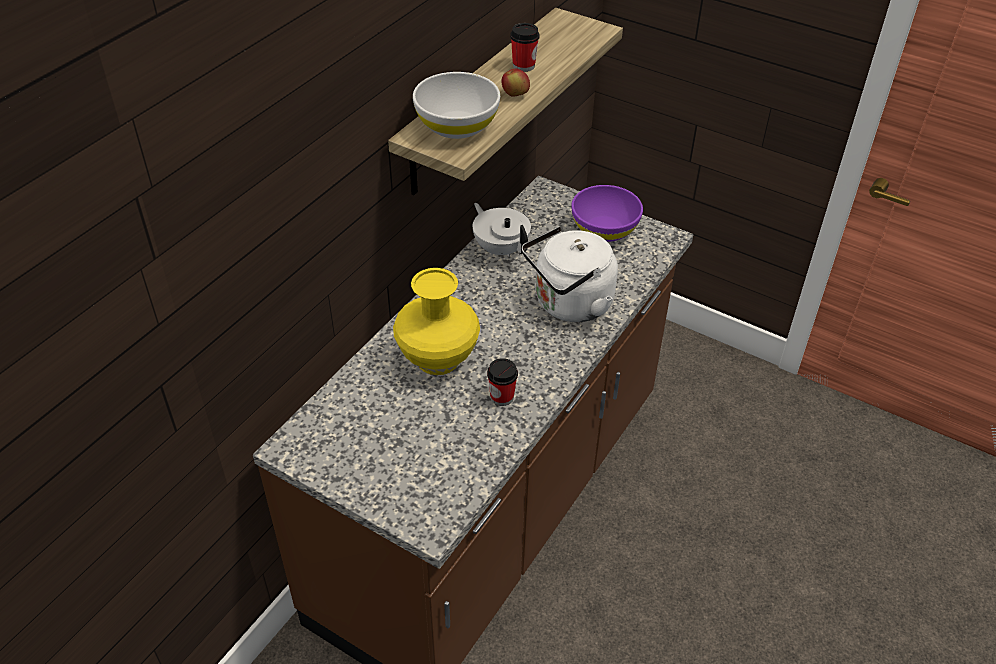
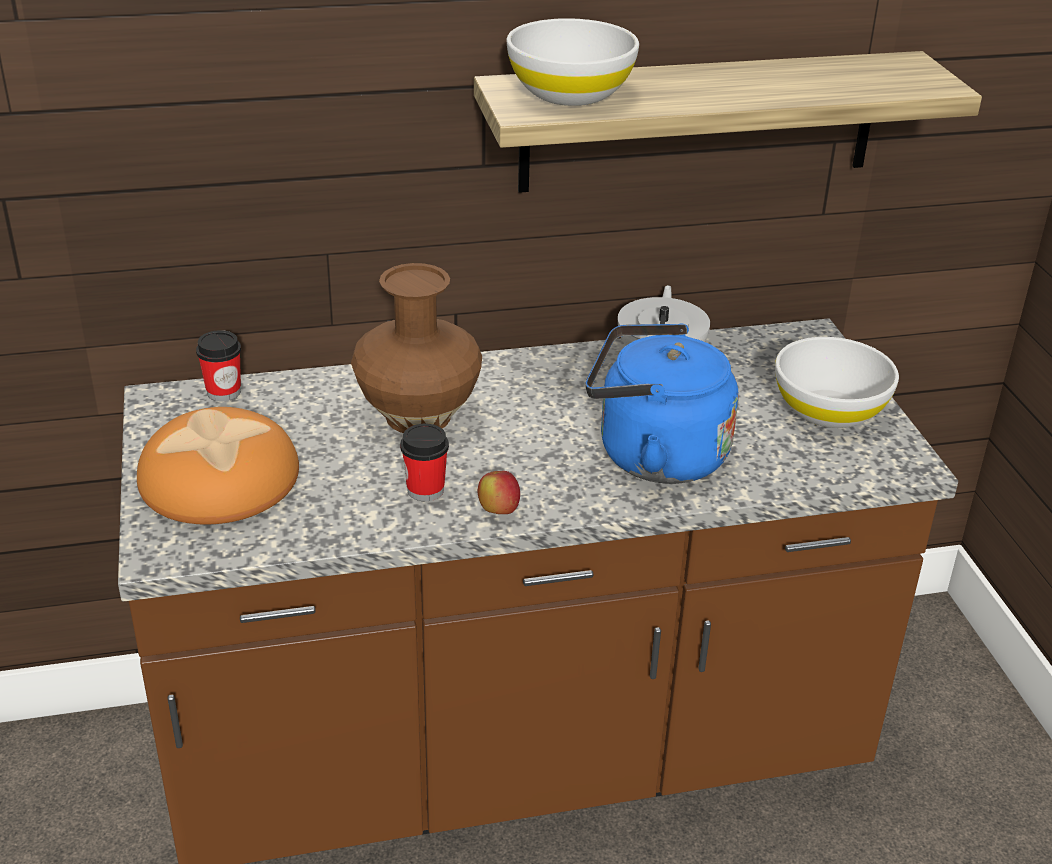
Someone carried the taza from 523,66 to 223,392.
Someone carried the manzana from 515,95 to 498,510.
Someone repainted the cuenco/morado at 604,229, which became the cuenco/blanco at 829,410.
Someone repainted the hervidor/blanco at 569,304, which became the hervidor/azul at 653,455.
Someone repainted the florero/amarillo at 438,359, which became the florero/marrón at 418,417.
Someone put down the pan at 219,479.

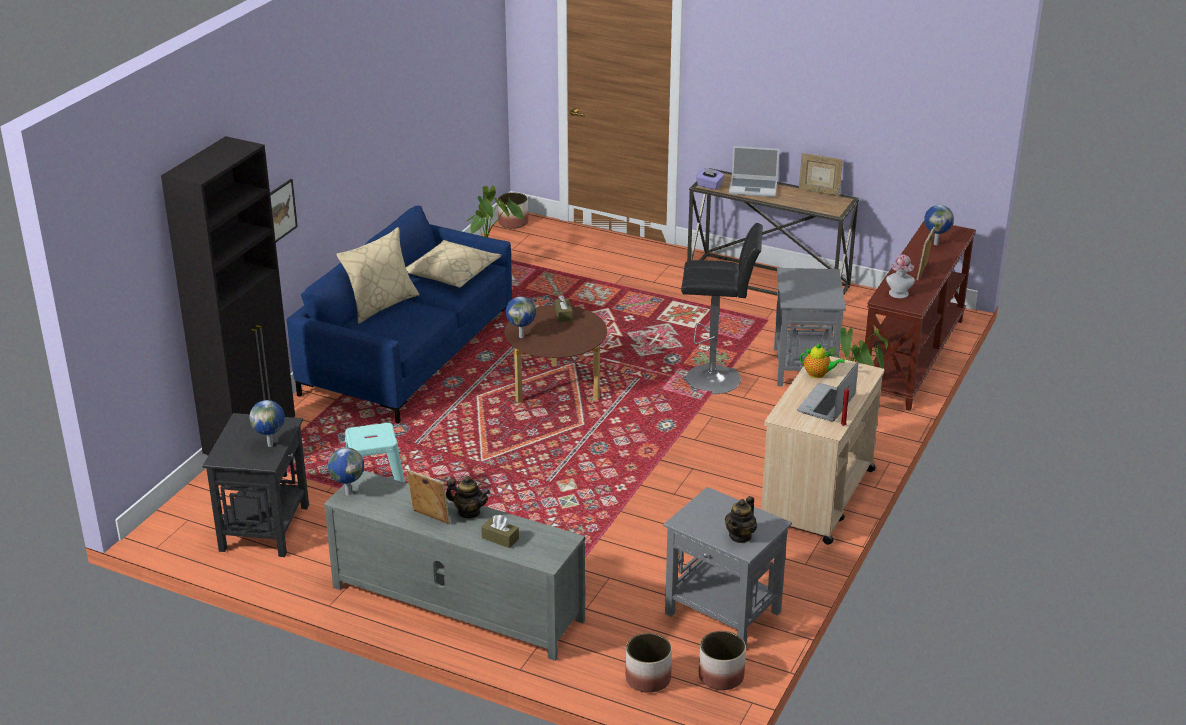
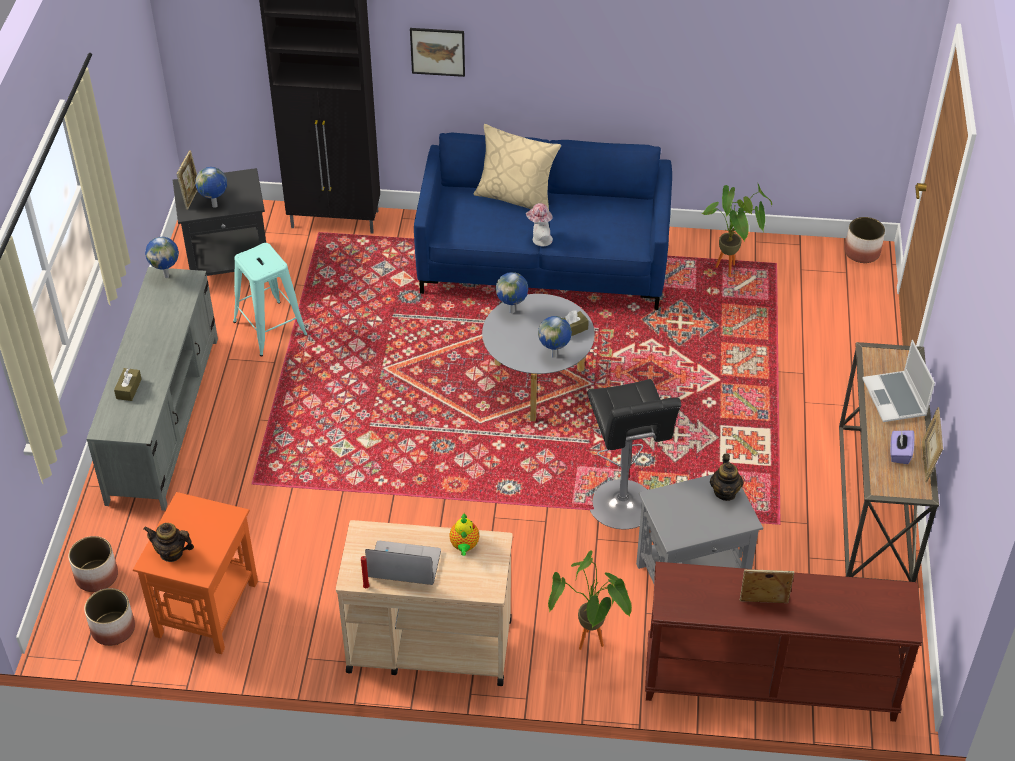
Someone carried the caja de pañuelos/morado from 709,186 to 899,453.
Someone carried the globo terráqueo from 936,244 to 554,355.
Someone took away the cojín/beis at 452,273.
Someone carried the sombrero from 899,295 to 539,240.
Someone repainted the mesa de centro/marrón at 556,388, which became the mesa de centro/gris at 537,384.
Someone carried the portarretratos from 429,518 to 191,197.
Someone carried the tetera from 469,512 to 725,492.
Someone repainted the mesa auxiliar/gris at 724,613, which became the mesa auxiliar/naranja at 206,609.

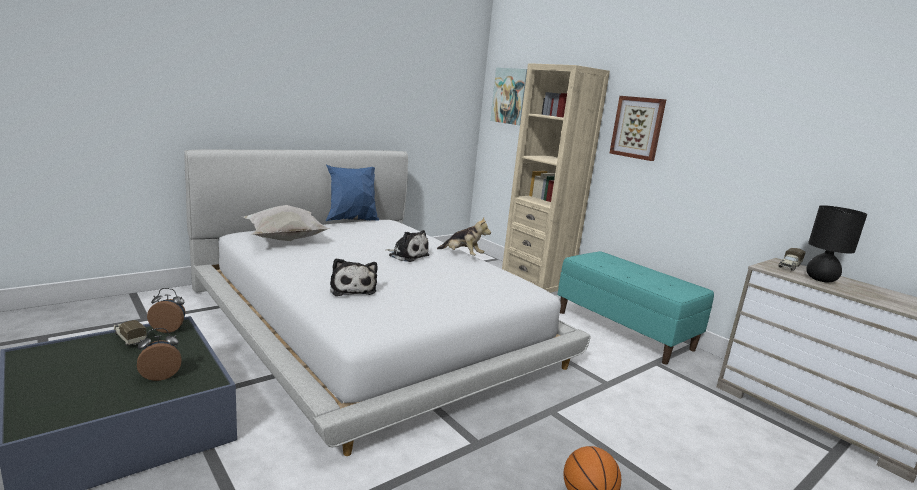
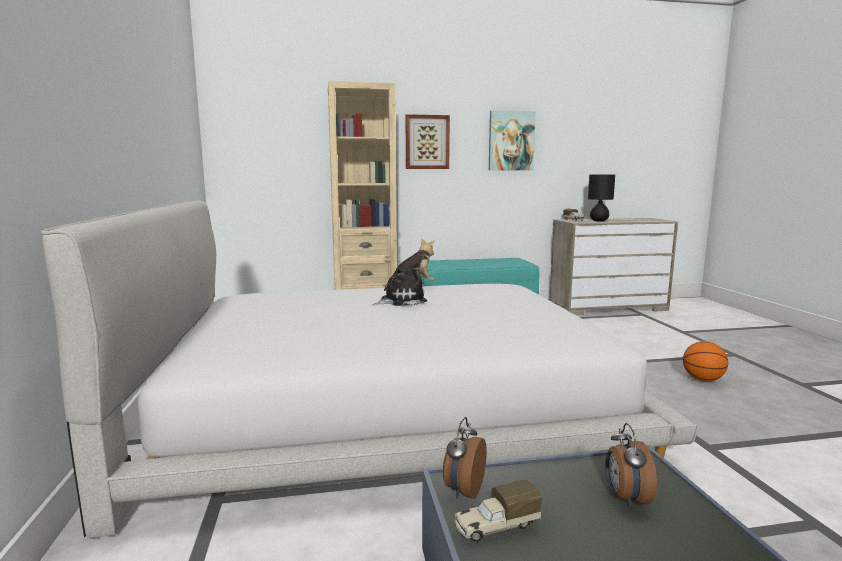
Someone carried the cuadro from 510,96 to 511,141.
Someone took away the cojín/azul at 352,221.
Someone took away the cojín/blanco at 284,240.
Someone took away the peluche at 352,289.

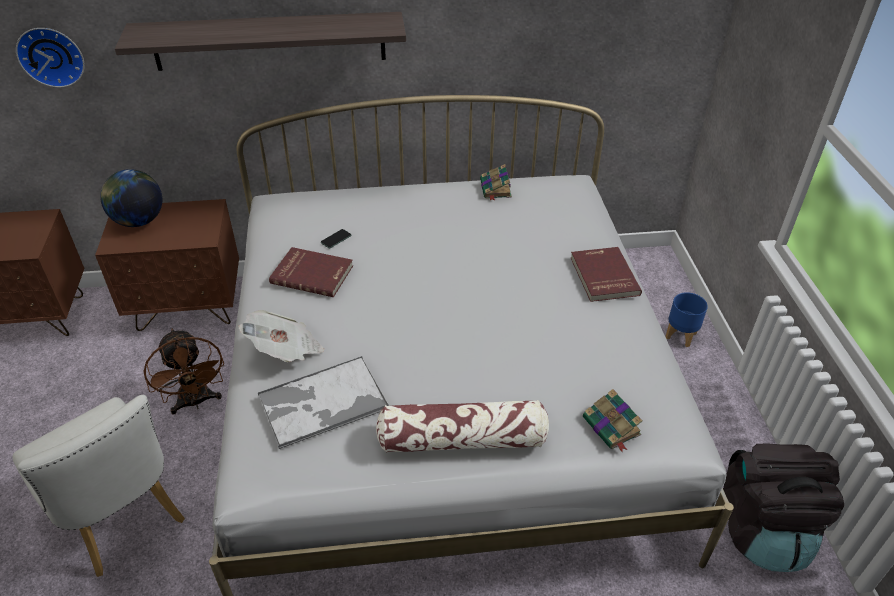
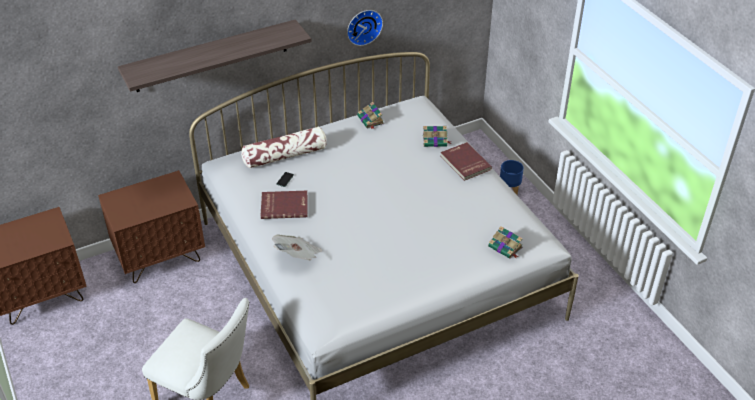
Someone carried the reloj de pared from 52,55 to 363,26.
Someone took away the globo terráqueo at 139,221.
Someone took away the ventilador/marrón at 196,402.
Someone took away the bandeja at 322,403.
Someone carried the cojín from 462,439 to 285,155.
Someone took away the mochila/negro at 763,529.
Someone put down the libro at 435,141.

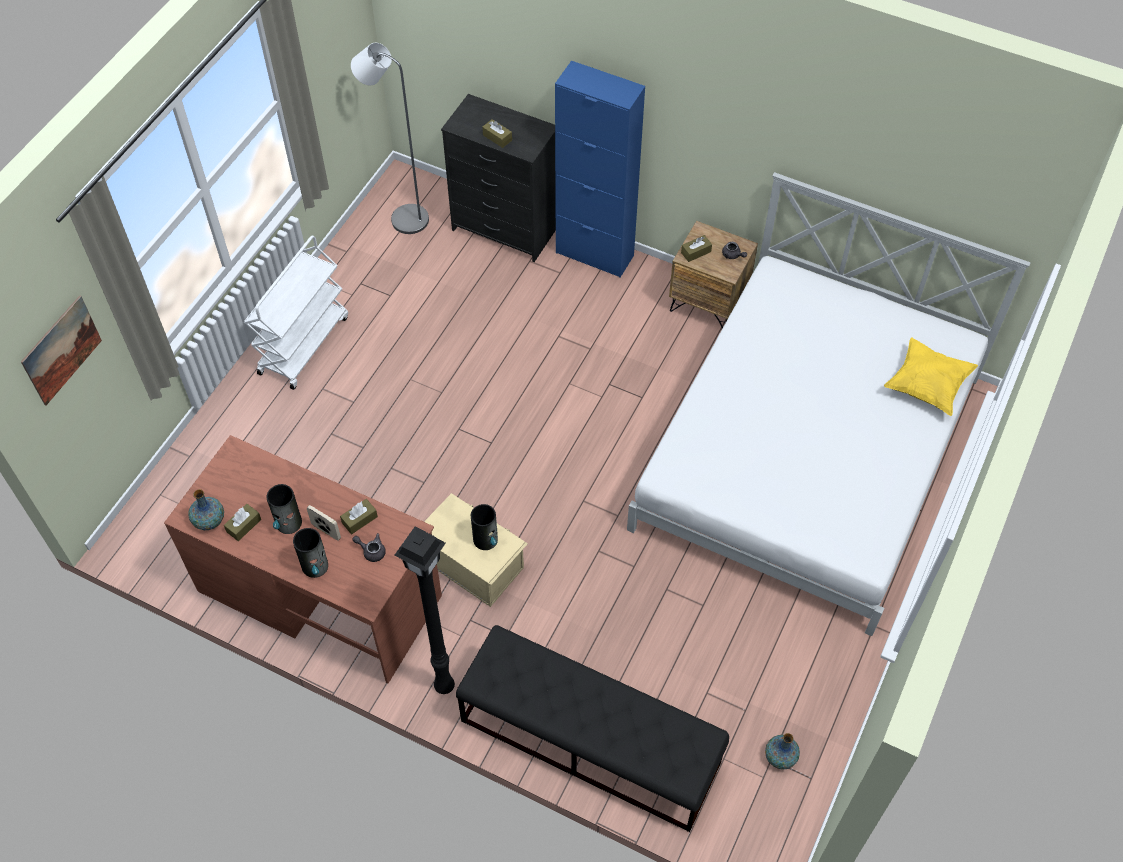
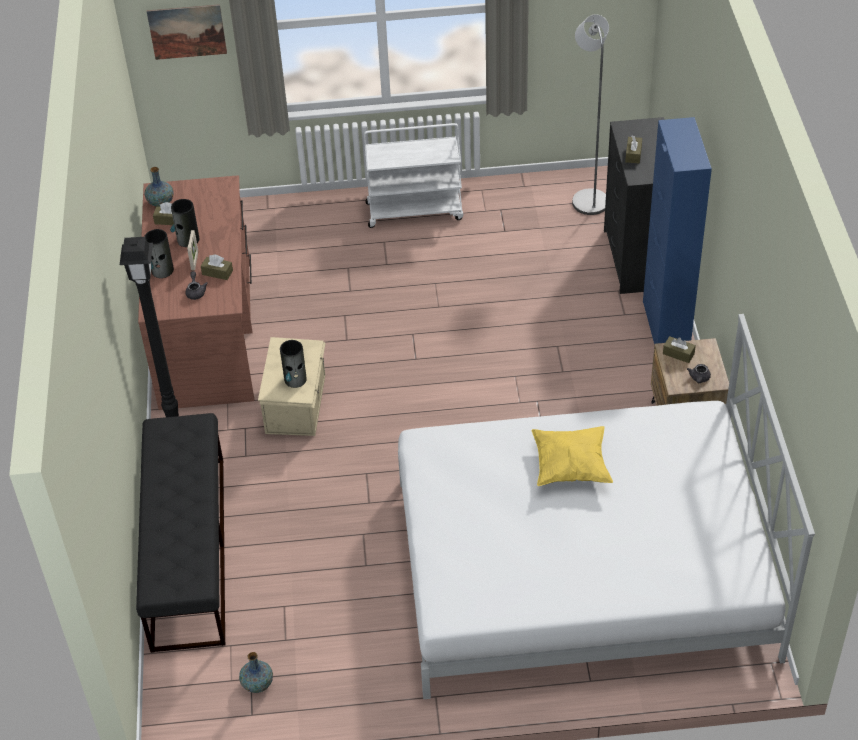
Someone carried the cojín/amarillo from 927,385 to 570,467.

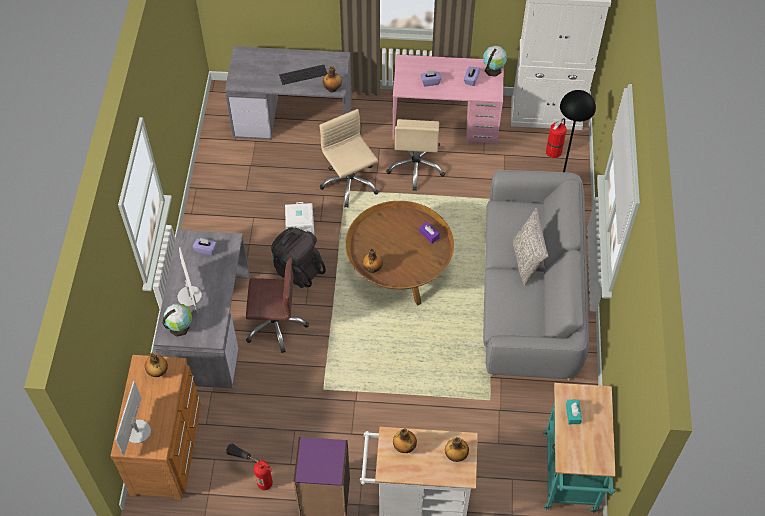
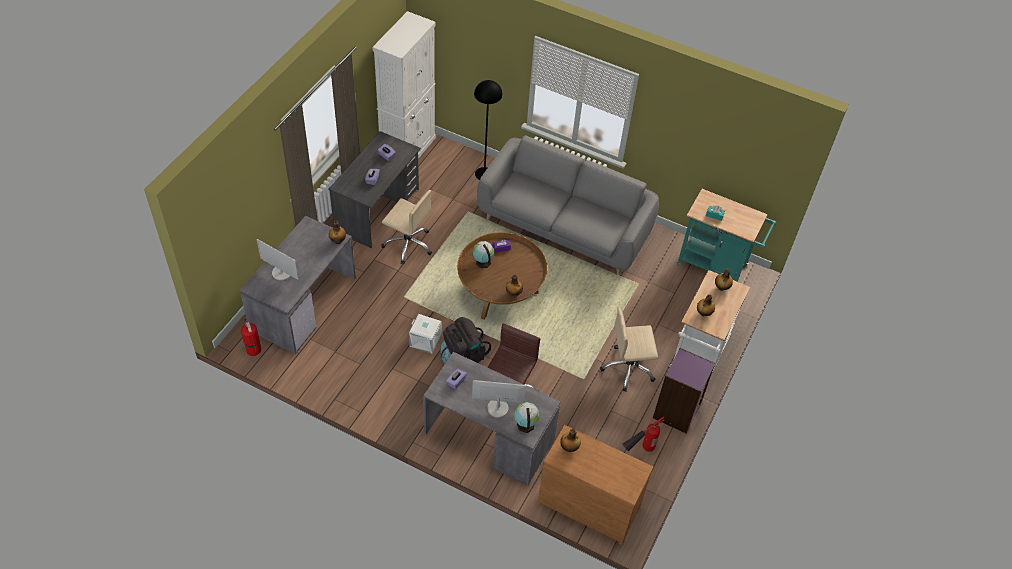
Someone carried the globo terráqueo from 493,69 to 482,261.
Someone repainted the escritorio/rosa at 445,124, which became the escritorio/gris at 377,210.
Someone took away the teclado at 303,74.
Someone carried the silla de oficina/beis from 349,183 to 628,368.
Someone carried the extintor from 554,151 to 253,349.
Someone took away the cojín/gris at 527,261.
Someone carried the monitor from 137,431 to 282,272.

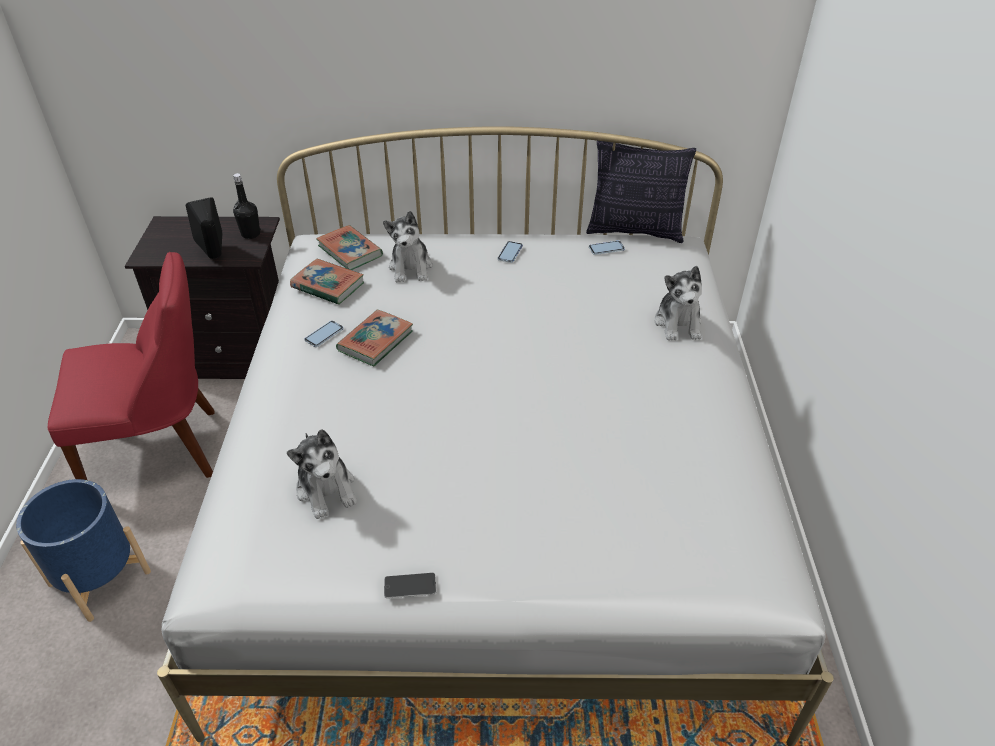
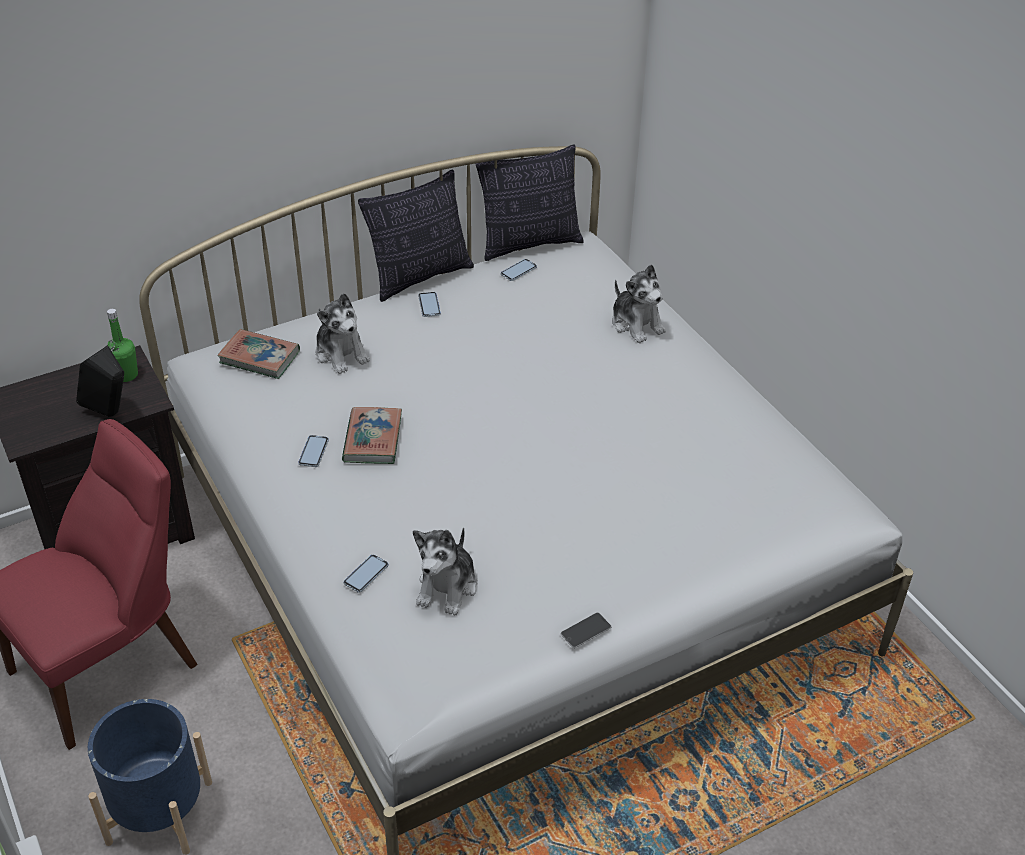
Someone repainted the botella/negro at 250,234, which became the botella/verde at 126,375.
Someone took away the libro at 328,285.
Someone rotated the peluche at 327,489 by 75 degrees clockwise.
Someone put down the cojín at 420,277.
Someone put down the móvil at 366,574.

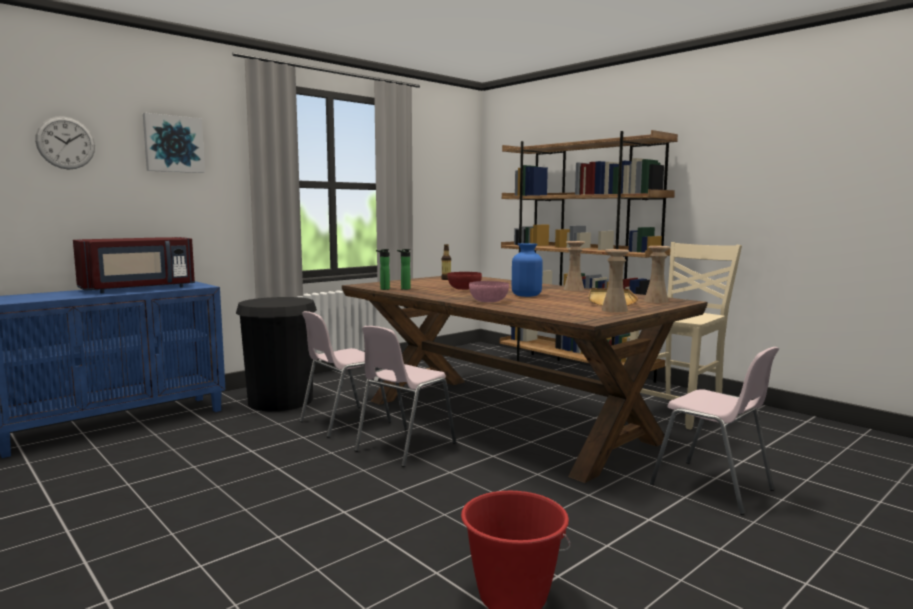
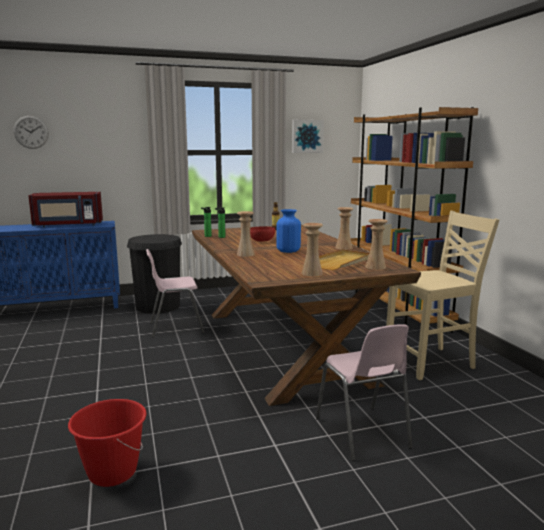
Someone carried the cuadro from 173,144 to 307,136.
Someone swapped the cuenco/rosa at 489,301 for the florero/beis at 245,254.
Someone took away the silla/rosa at 404,447.

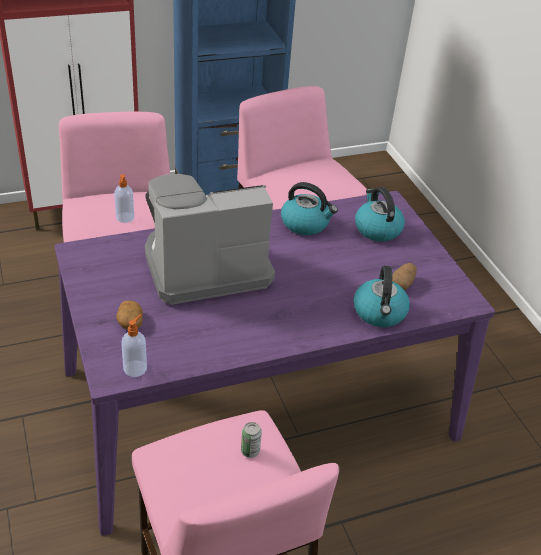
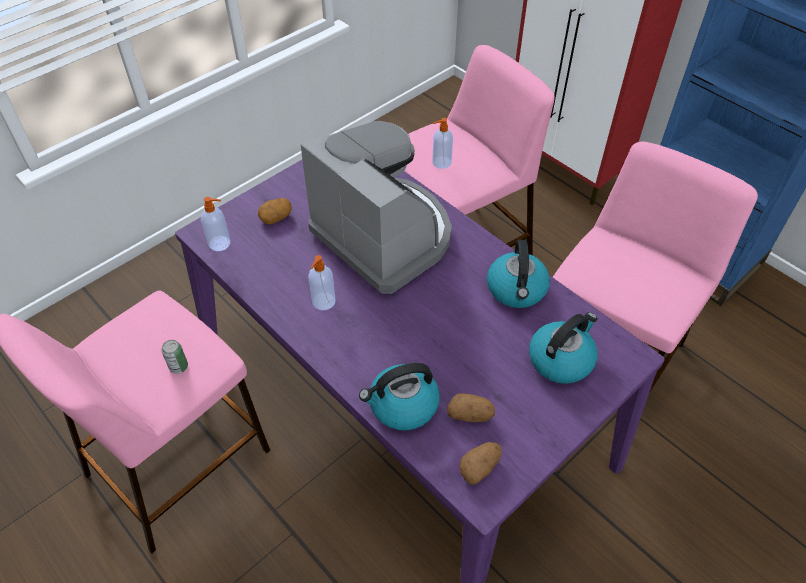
Someone put down the dispensador de jabón at 323,302.
Someone put down the patata at 480,468.

